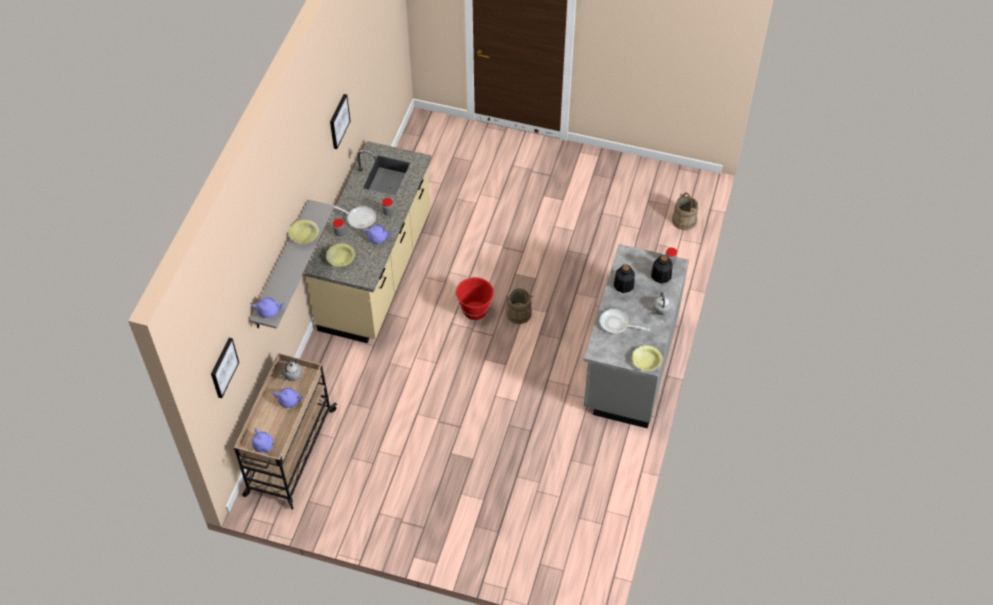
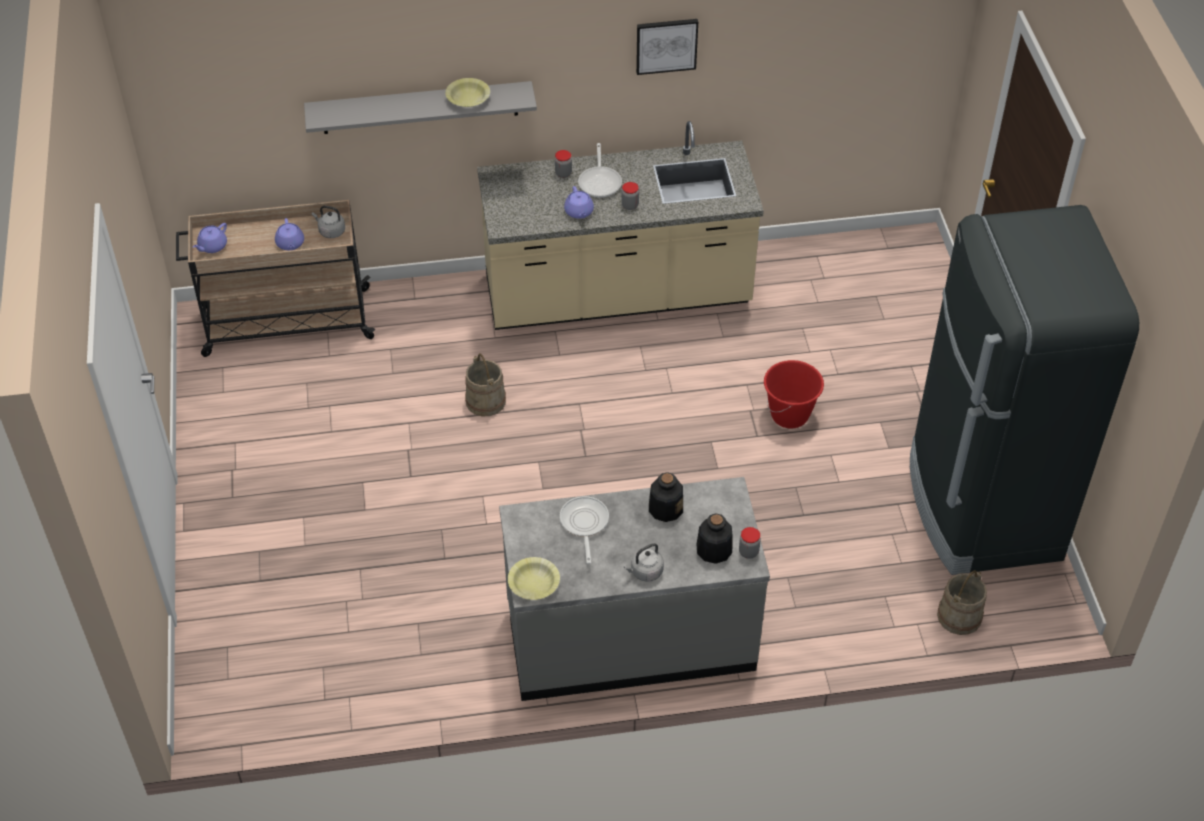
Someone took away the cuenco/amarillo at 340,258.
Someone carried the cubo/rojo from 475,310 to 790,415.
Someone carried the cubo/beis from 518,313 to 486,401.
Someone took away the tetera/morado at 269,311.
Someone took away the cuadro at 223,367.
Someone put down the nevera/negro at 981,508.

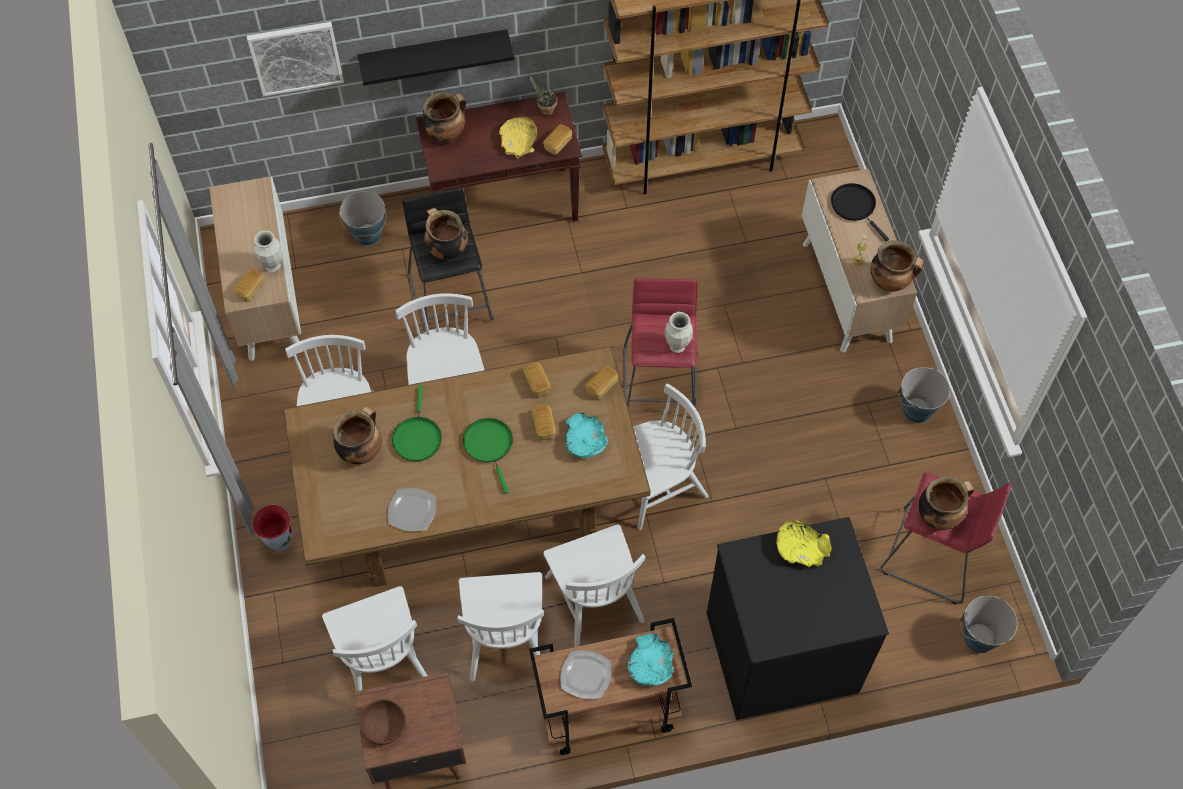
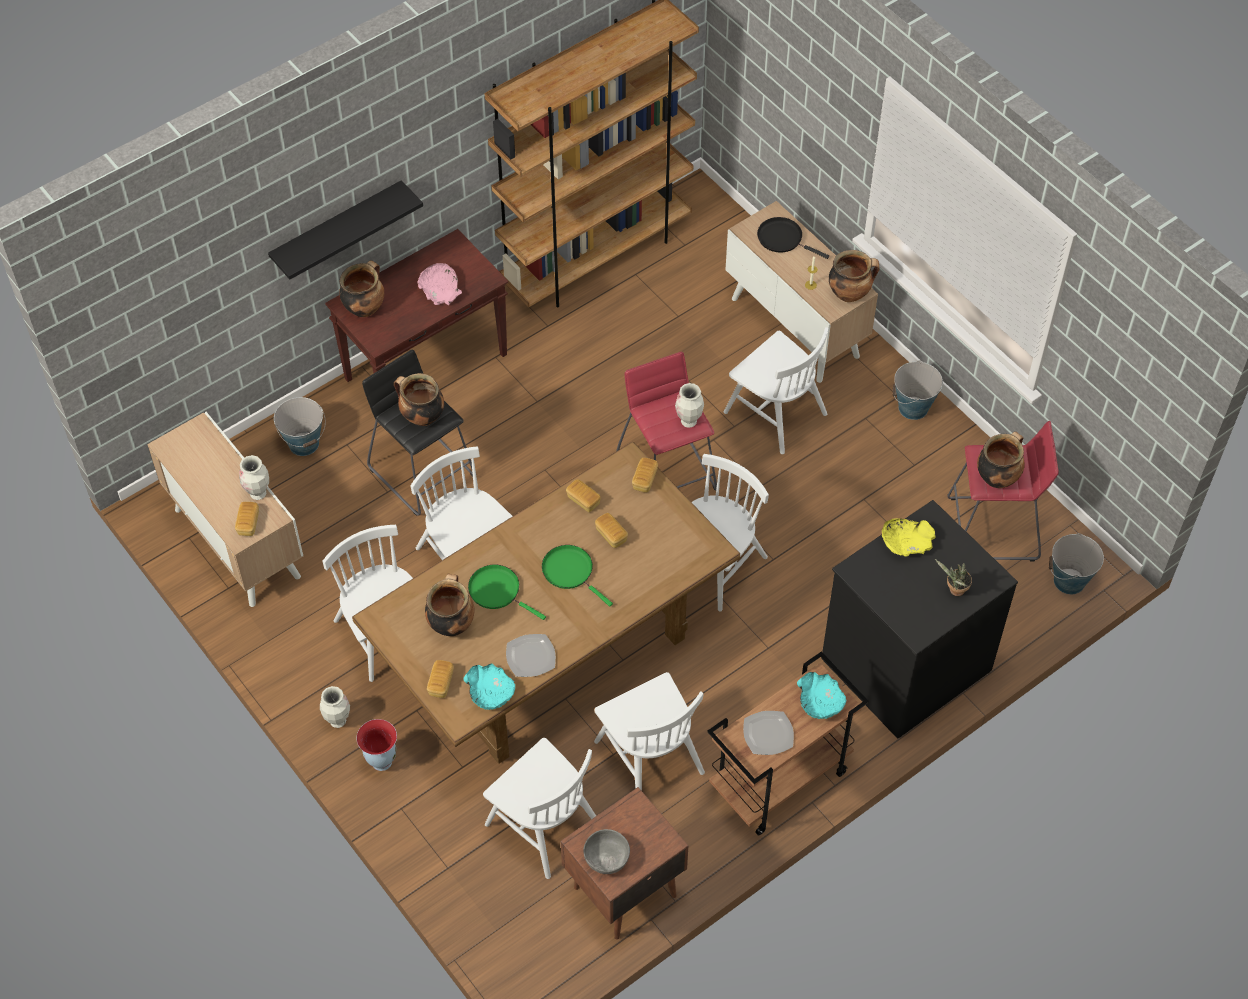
Someone took away the cuadro at 296,57.
Someone carried the planta en maceta from 545,110 to 954,590.
Someone repainted the cuenco/amarillo at 519,142, which became the cuenco/rosa at 440,290.
Someone carried the pan from 558,144 to 441,683.
Someone rotated the sartén/verde at 417,437 by 150 degrees clockwise.
Someone carried the cuenco/turquesa from 585,441 to 490,691.
Someone carried the silla/blanco from 594,598 to 775,412.
Someone repainted the cuenco/marrón at 384,726, which became the cuenco/gris at 607,858.
Someone put down the florero at 338,721.

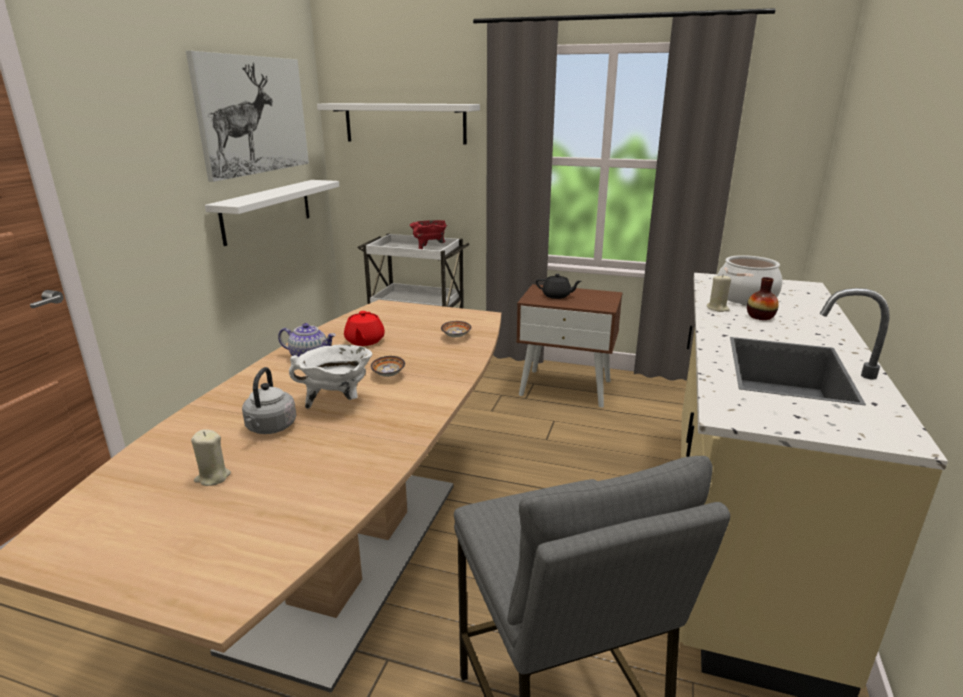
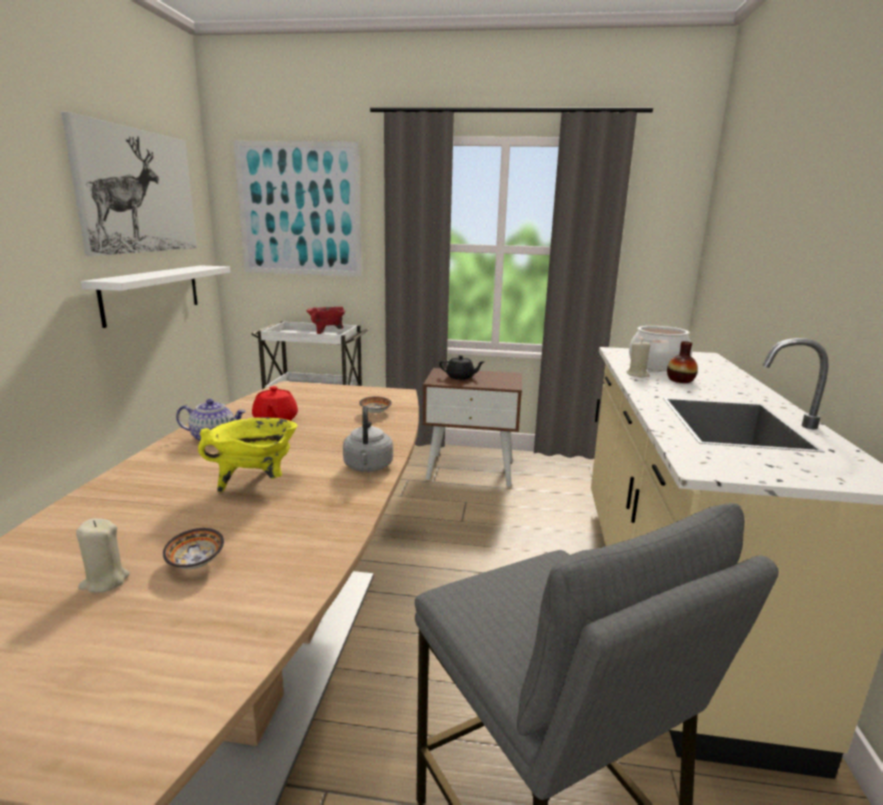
Someone swapped the estante/blanco at 405,123 for the cuadro at 299,210.
Someone repainted the olla/blanco at 338,402, which became the olla/amarillo at 256,483.
Someone carried the cuenco from 388,375 to 196,563.
Someone carried the hervidor/gris from 270,428 to 368,467.

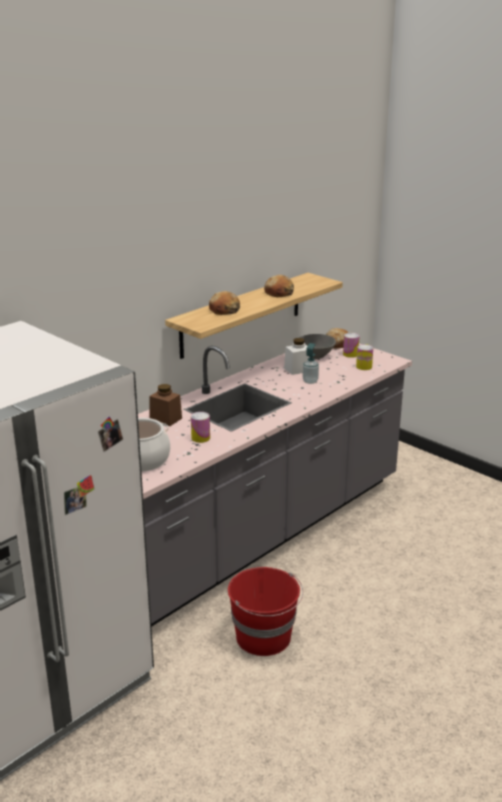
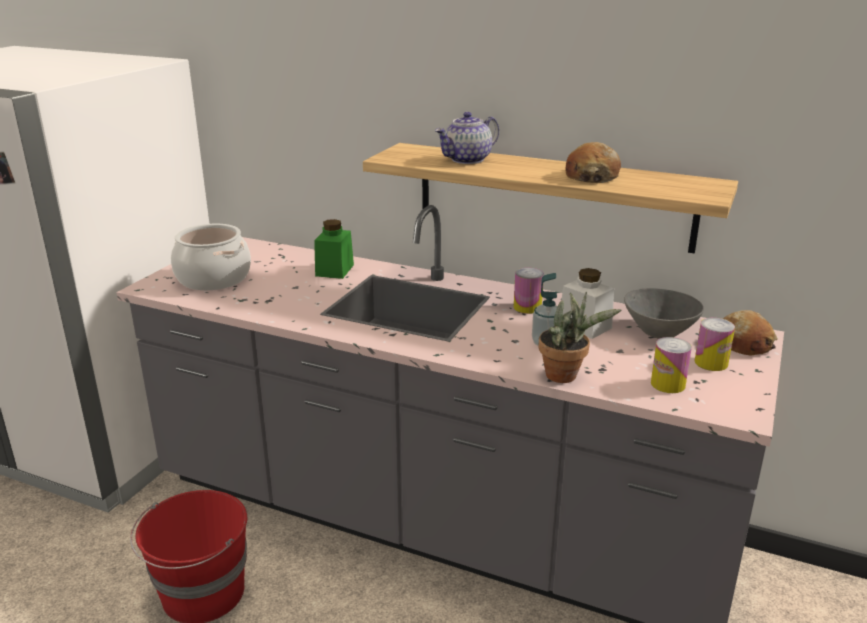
Someone swapped the pan at 224,310 for the tetera at 467,160.
Someone repainted the tarro/marrón at 165,419, which became the tarro/verde at 334,270.
Someone carried the lata from 200,438 to 527,307.
Someone put down the planta en maceta at 566,376.

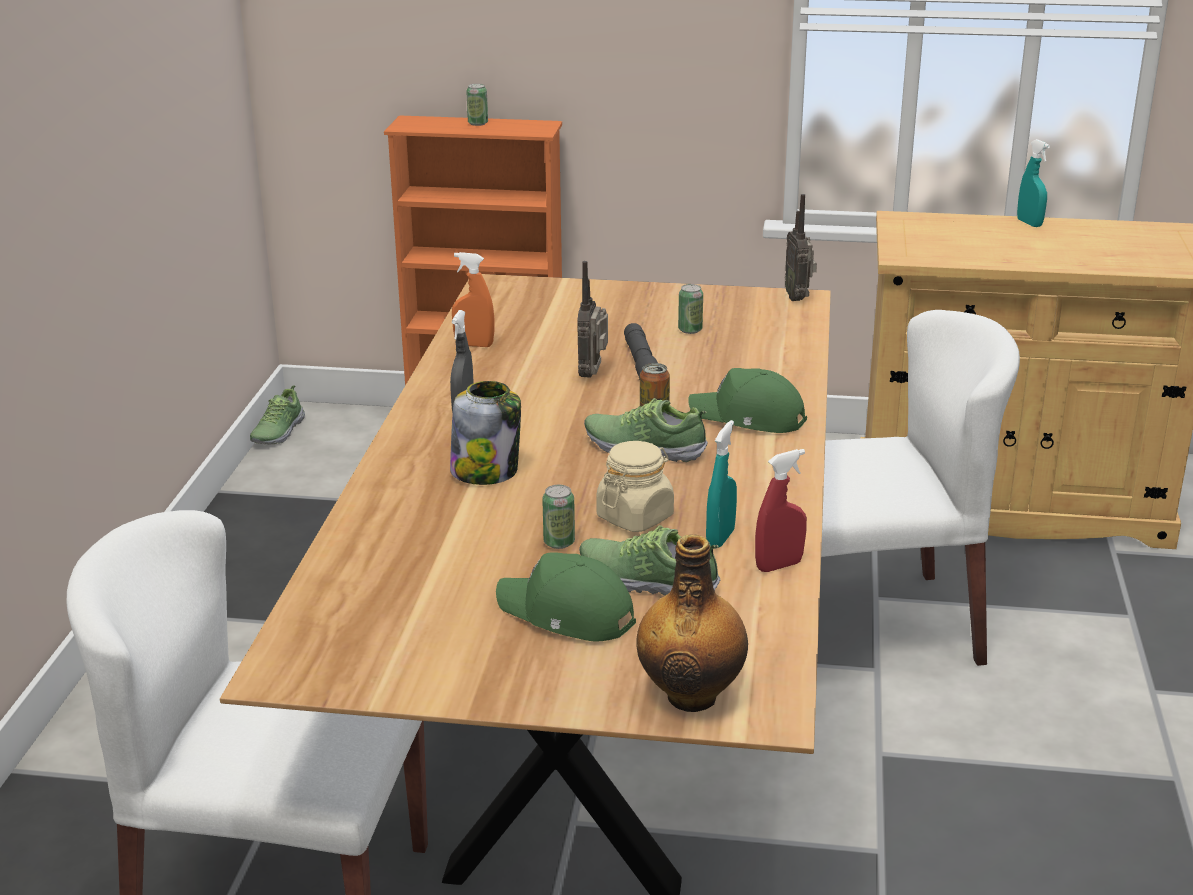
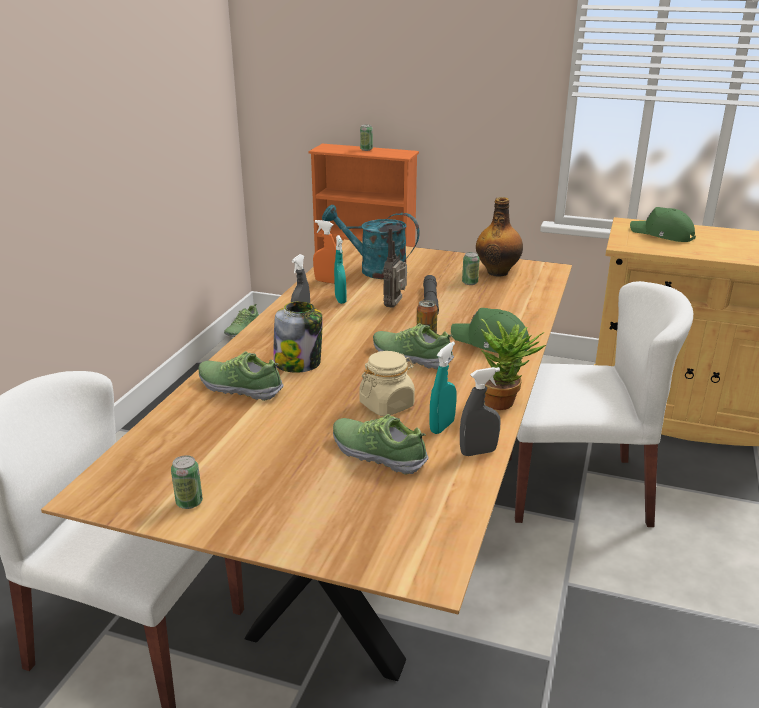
Someone carried the pulverizador/turquesa from 1029,223 to 340,300.
Someone took away the radio at 798,298.
Someone repainted the pulverizador/rojo at 779,565, which became the pulverizador/gris at 478,452.
Someone carried the lata from 559,542 to 189,502.
Someone carried the botella from 692,695 to 498,272.
Someone carried the gorra/verde from 566,614 to 662,235.
Someone put down the regadera/turquesa at 374,270.
Someone put down the planta en maceta at 504,402.
Someone put down the zapato at 240,387.

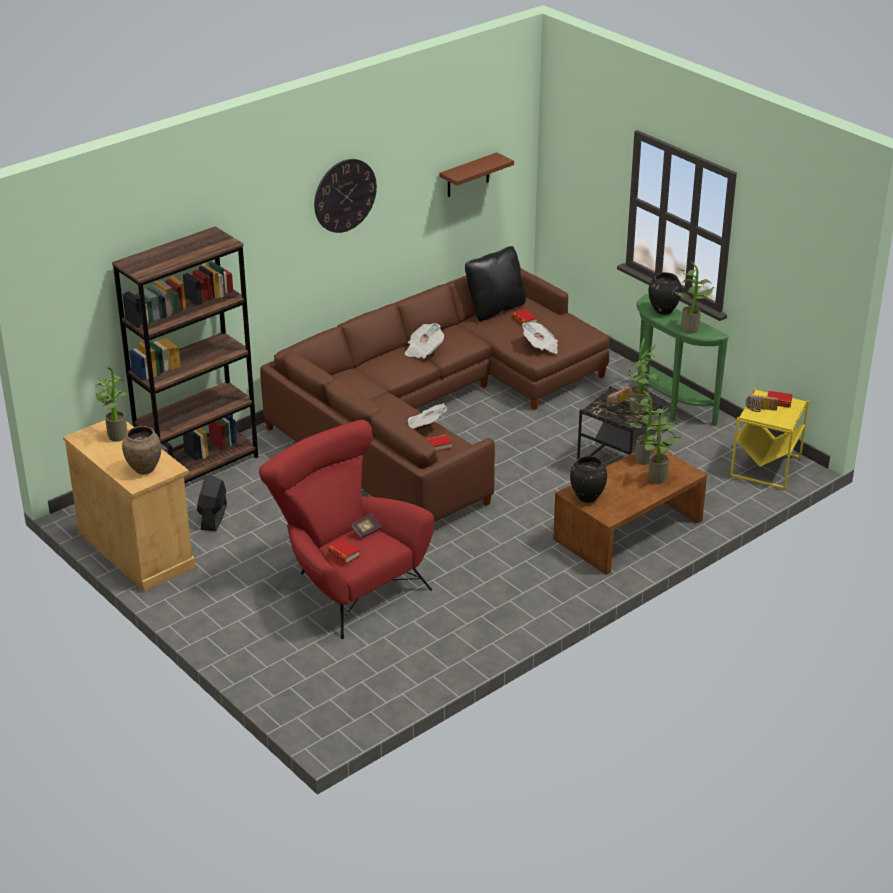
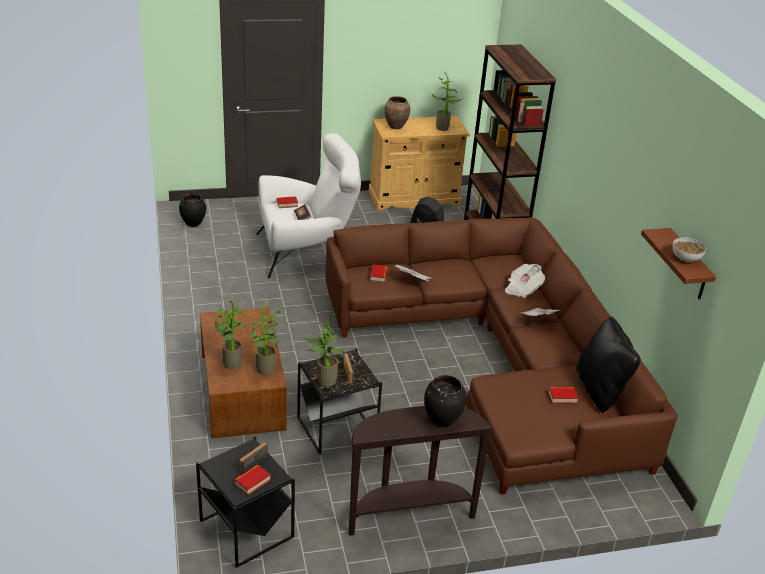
Someone took away the reloj de pared at 345,195.
Someone took away the planta en maceta at 691,328.
Someone repainted the mesa consola/verde at 668,407, which became the mesa consola/marrón at 408,514.
Someone carried the periódico from 540,347 to 522,289.
Someone repainted the mesa auxiliar/amarillo at 766,467, which became the mesa auxiliar/negro at 246,530.
Someone repainted the sillón/rojo at 347,584, which became the sillón/blanco at 307,251.
Someone carried the florero/negro from 587,497 to 193,223.
Someone put down the cuenco at 685,258.

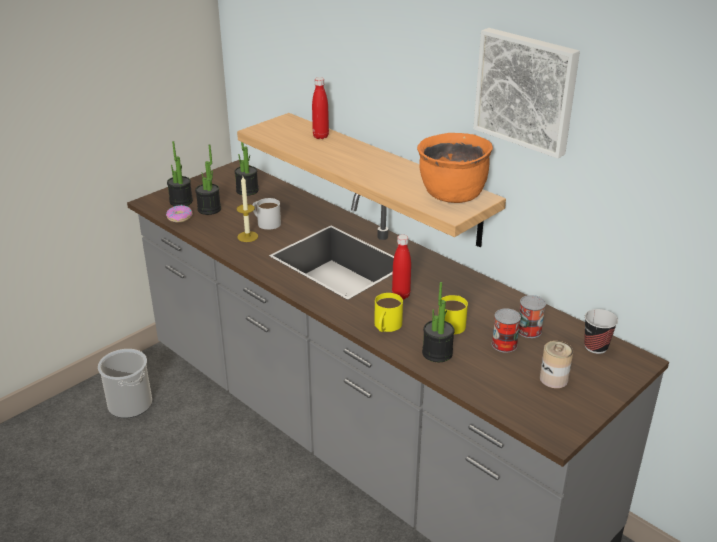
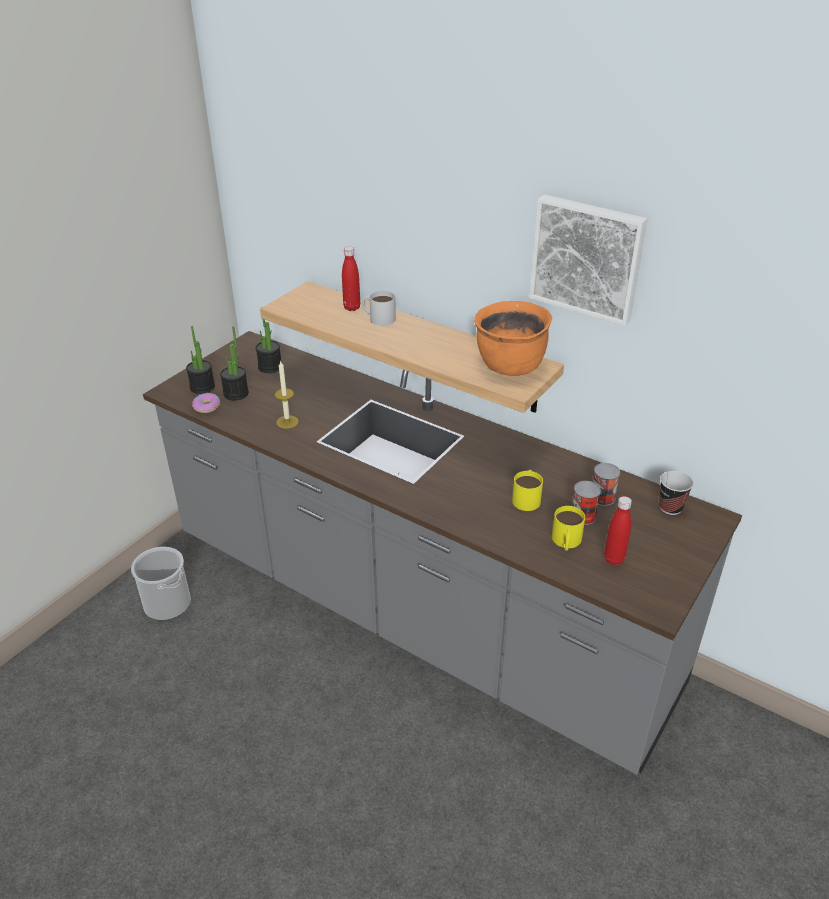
Someone carried the taza grande/blanco from 265,222 to 378,318.
Someone carried the botella/rojo from 401,295 to 613,559.
Someone took away the planta en maceta at 437,353.
Someone carried the taza grande/amarillo from 386,326 to 566,542.
Someone took away the lata at 553,379.

